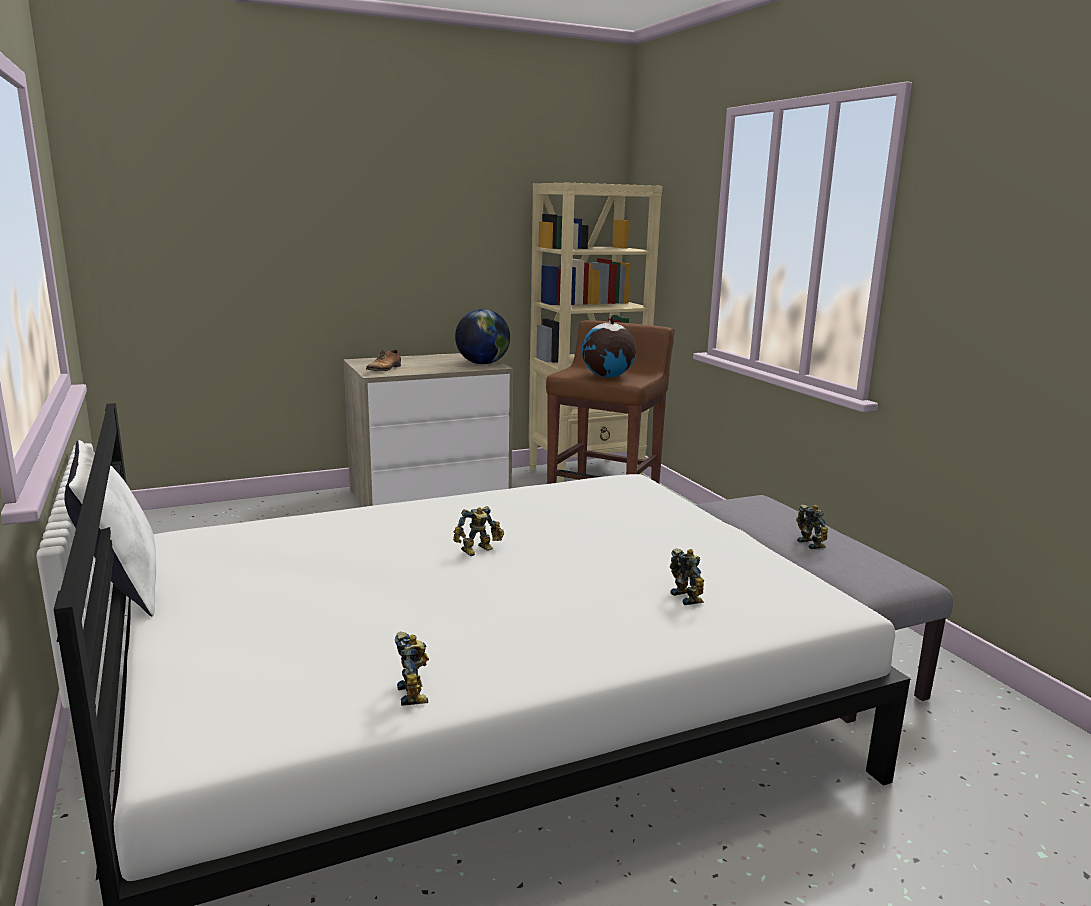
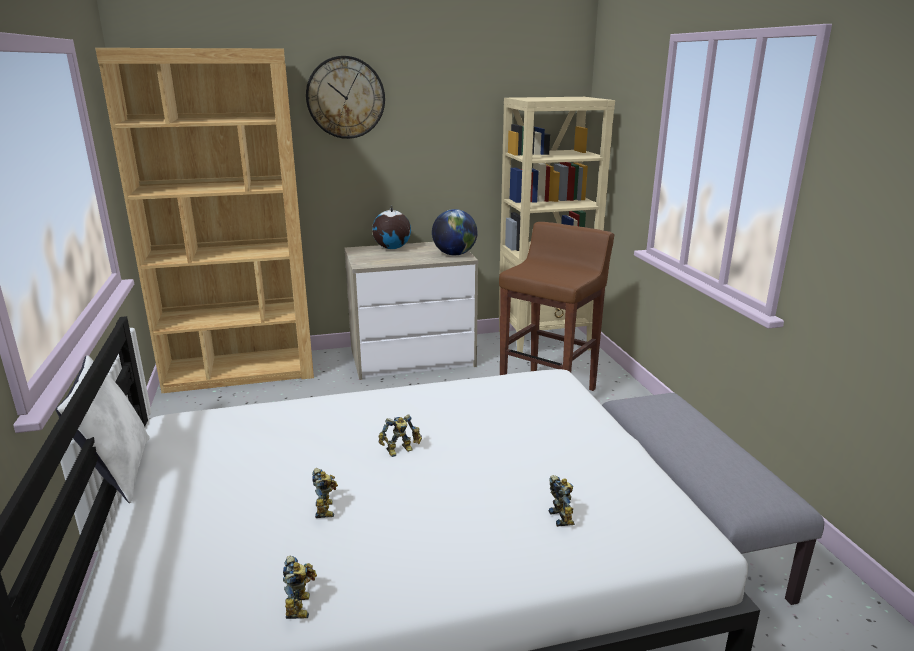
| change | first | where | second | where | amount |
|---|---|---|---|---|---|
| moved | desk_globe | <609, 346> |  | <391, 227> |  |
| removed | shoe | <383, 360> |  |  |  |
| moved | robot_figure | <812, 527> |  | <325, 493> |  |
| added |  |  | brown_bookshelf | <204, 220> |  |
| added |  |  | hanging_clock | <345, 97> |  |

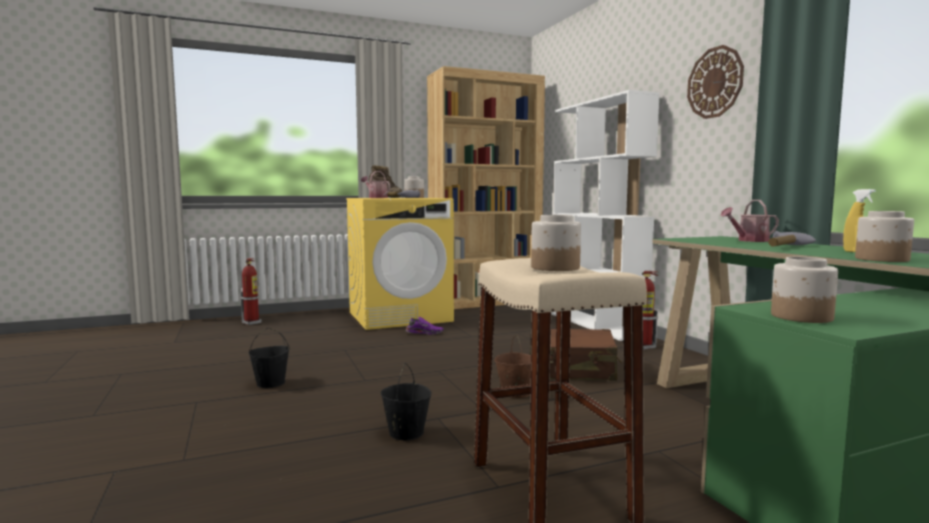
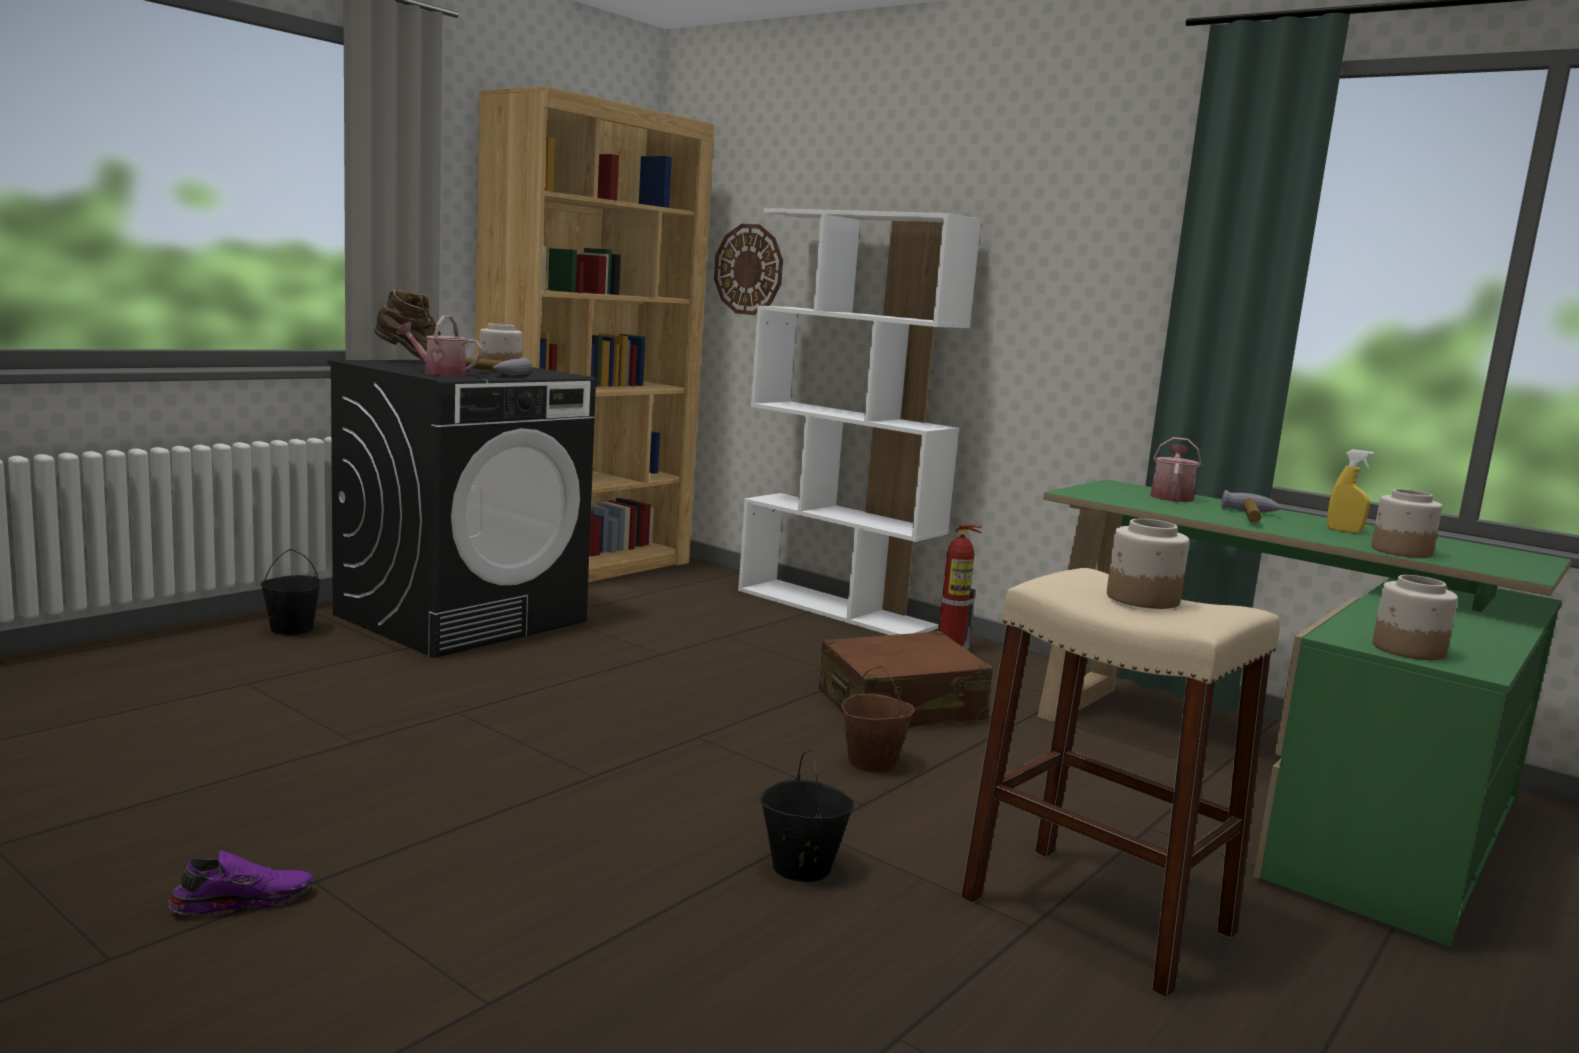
| change | first | where | second | where | amount |
|---|---|---|---|---|---|
| moved | hanging_clock | <715, 82> |  | <748, 269> |  |
| recoloured | yellow_laundry_appliance | <400, 264> | blackish_laundry_appliance | <461, 509> |  |
| turned | sprinkling_can | <749, 221> |  | <1176, 469> | 150 degrees clockwise |
| removed | extinguisher | <251, 291> |  |  |  |
| moved | purplish_shoe | <425, 326> |  | <240, 882> |  |
| moved | blackish_bucket | <269, 358> |  | <290, 592> |  |

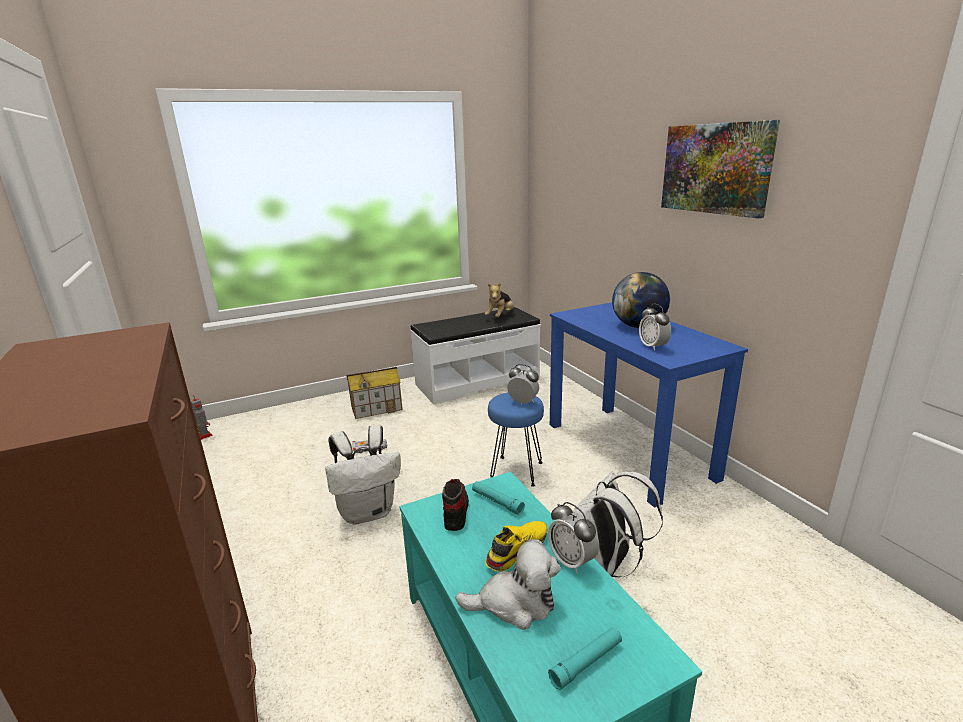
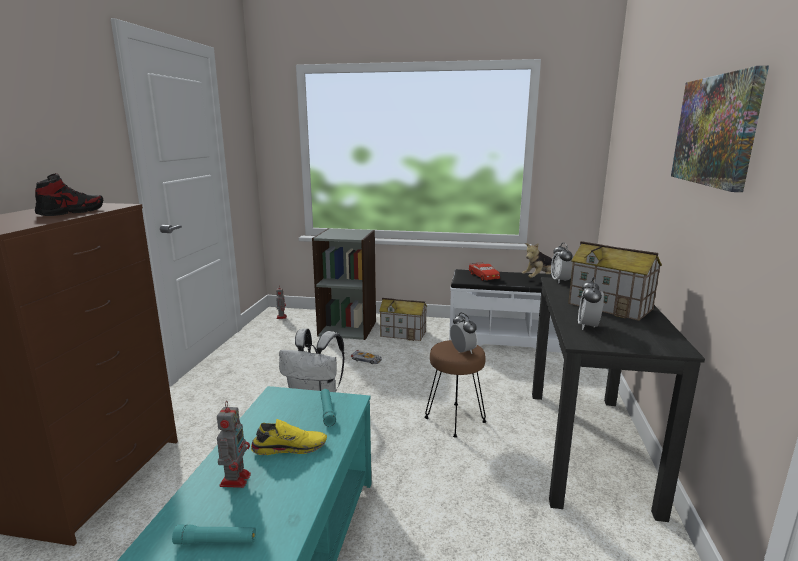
| change | first | where | second | where | amount |
|---|---|---|---|---|---|
| replaced | desk_globe | <641, 300> | miniature_house | <615, 281> |  |
| recoloured | blue-coloured_desk | <649, 405> | blackish_desk | <618, 399> |  |
| recoloured | blue-coloured_sitting_stool | <516, 440> | brown_sitting_stool | <455, 389> |  |
| removed | white-coloured_knapsack | <618, 524> |  |  |  |
| moved | shoe | <455, 505> |  | <69, 194> |  |
| moved | bedside_clock | <573, 538> |  | <562, 263> |  |
| replaced | cuddly_toy | <508, 584> | robot_figure | <234, 444> |  |
| added |  |  | greyish_bookshelf | <344, 284> |  |
| added |  |  | red-coloured_toy_car | <484, 272> |  |

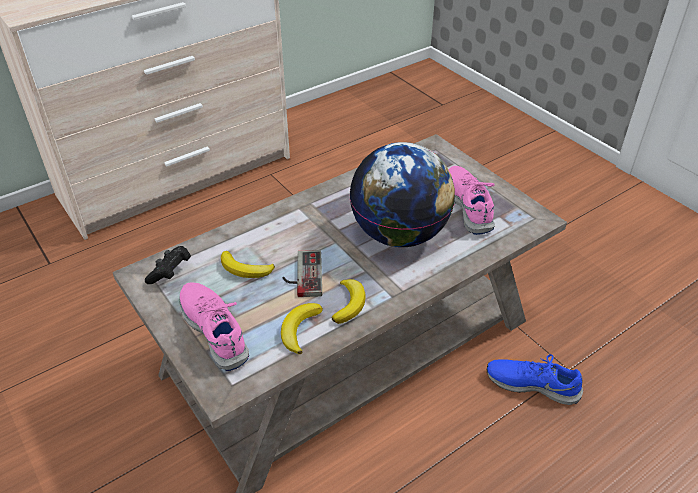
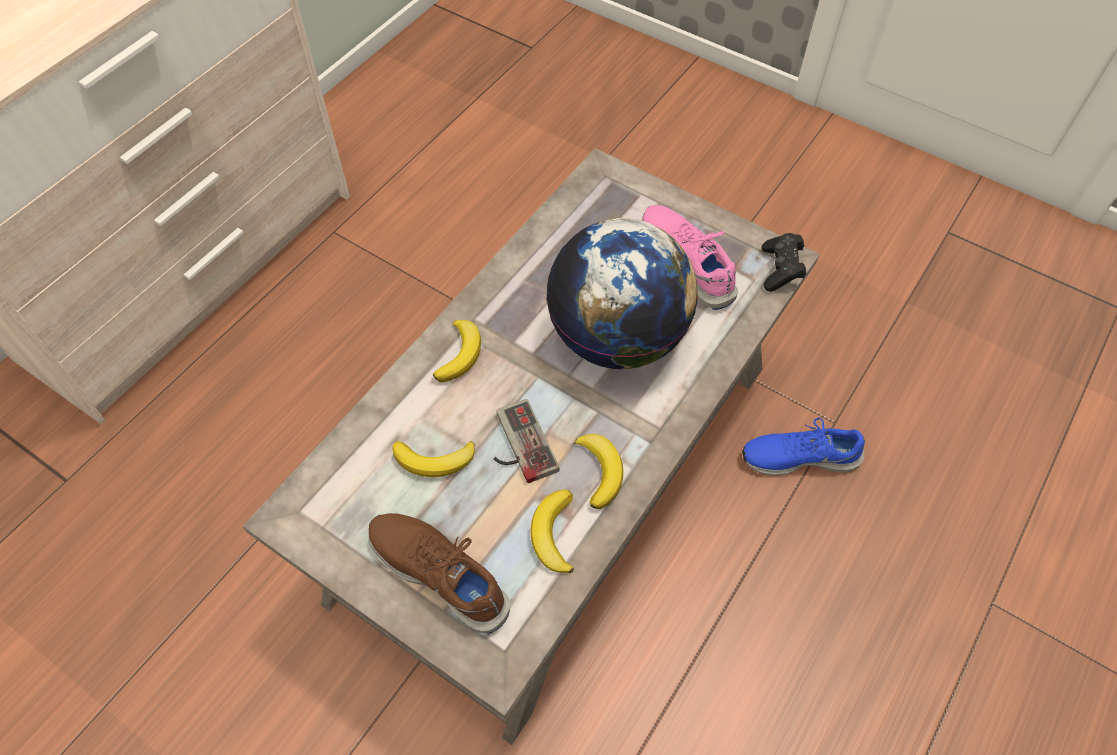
| change | first | where | second | where | amount |
|---|---|---|---|---|---|
| moved | blackish_game_controller | <168, 265> |  | <784, 262> |  |
| recoloured | pink-coloured_shoe | <214, 327> | brown_shoe | <439, 573> |  |
| added |  |  | banana | <457, 351> |  |

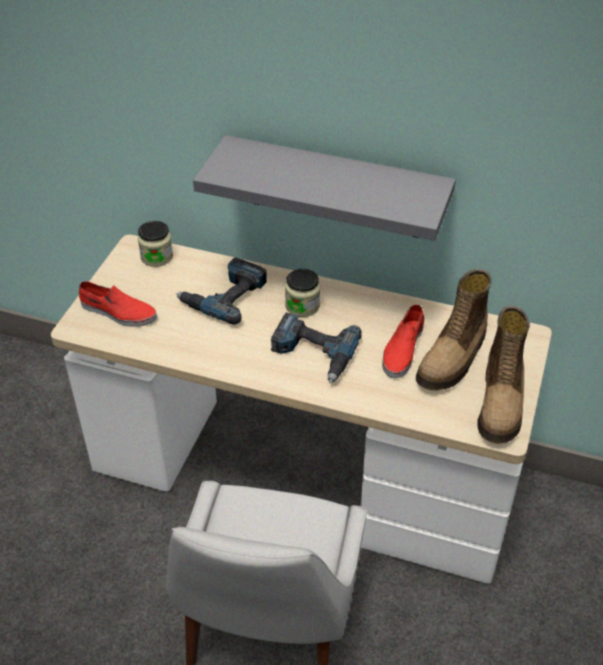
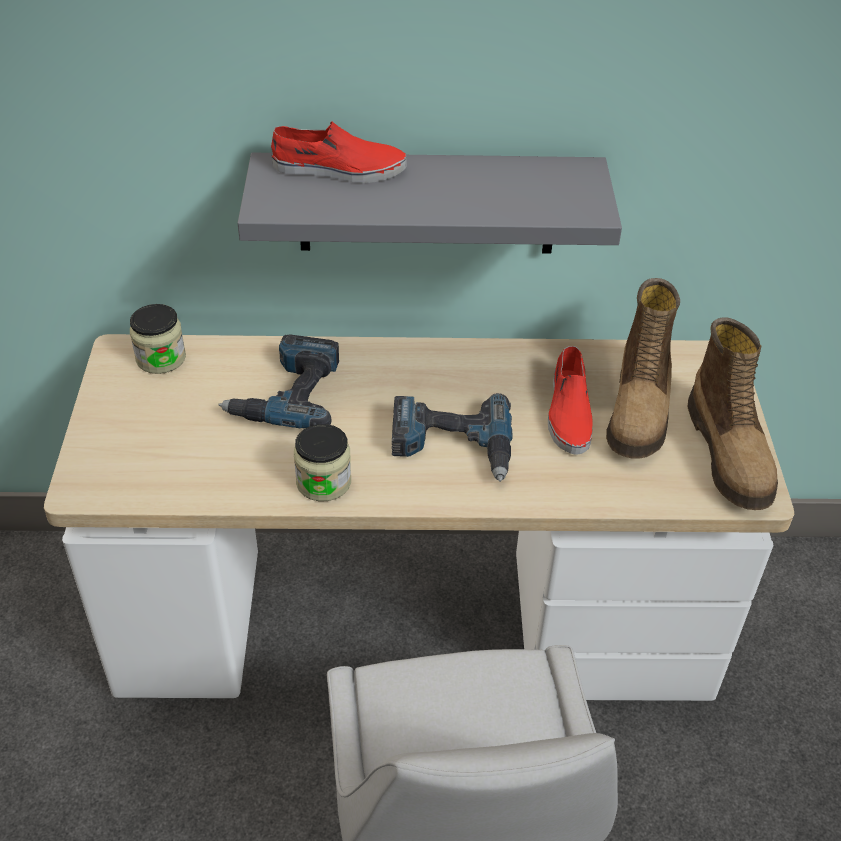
| change | first | where | second | where | amount |
|---|---|---|---|---|---|
| moved | jar | <302, 293> |  | <322, 462> |  |
| moved | red-coloured_shoe | <118, 304> |  | <339, 152> |  |

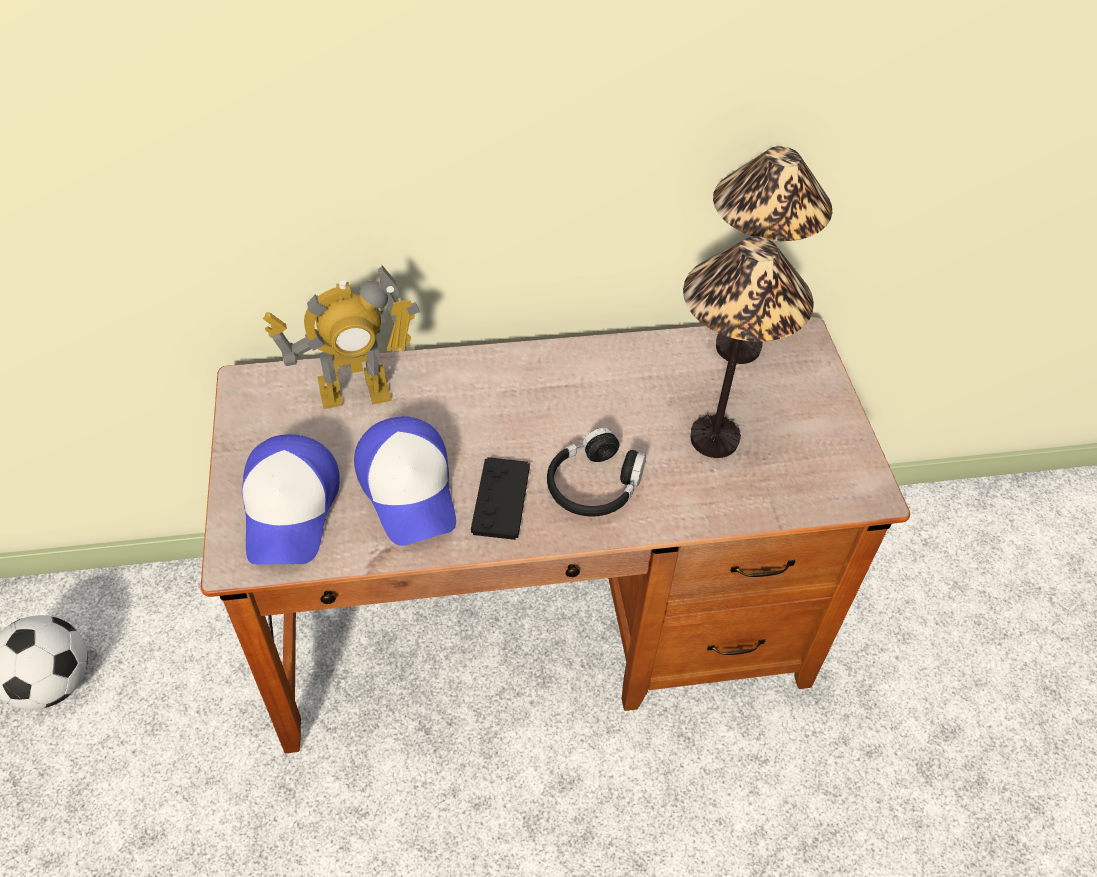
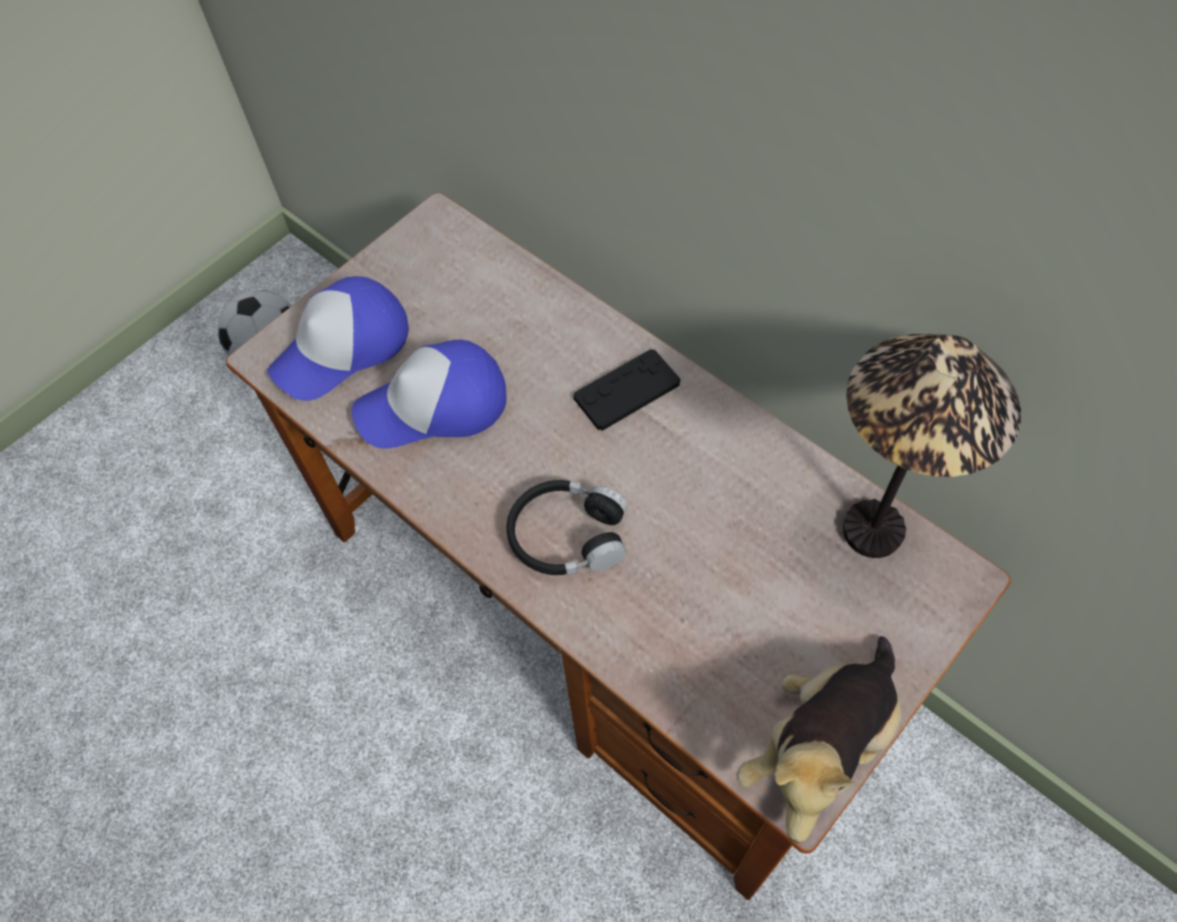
| change | first | where | second | where | amount |
|---|---|---|---|---|---|
| removed | tabletop_lamp | <748, 347> |  |  |  |
| removed | robot_figure | <341, 336> |  |  |  |
| turned | peaked_cap | <405, 481> |  | <429, 394> | 45 degrees clockwise |
| moved | blackish_game_controller | <500, 498> |  | <626, 390> |  |
| added |  |  | cuddly_toy | <819, 739> |  |

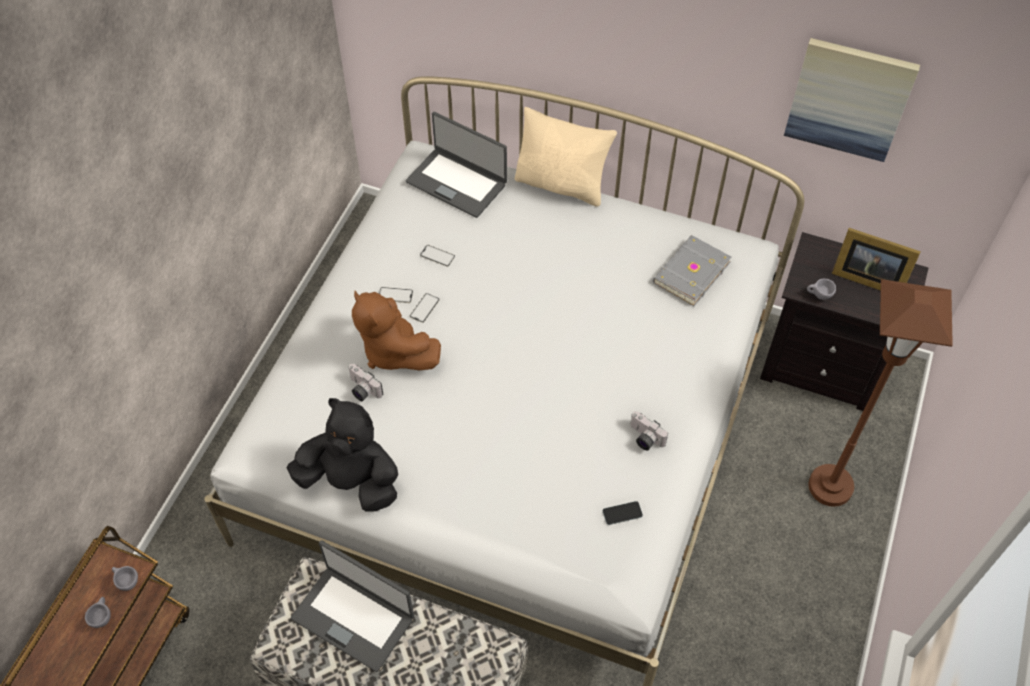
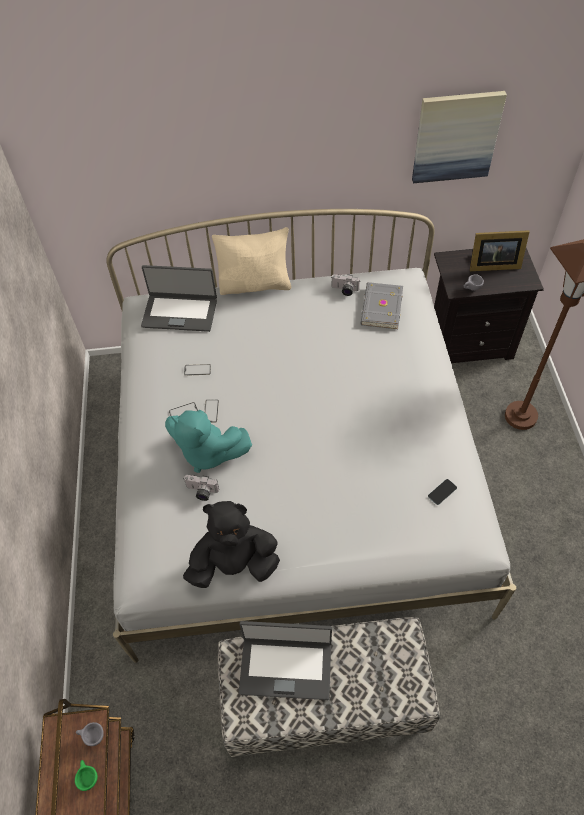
| change | first | where | second | where | amount |
|---|---|---|---|---|---|
| recoloured | brown_cuddly_toy | <396, 330> | turquoise-coloured_cuddly_toy | <208, 441> |  |
| moved | still_camera | <649, 431> |  | <346, 285> |  |
| recoloured | greyish_small_cup | <98, 612> | greenish_small_cup | <86, 775> |  |

